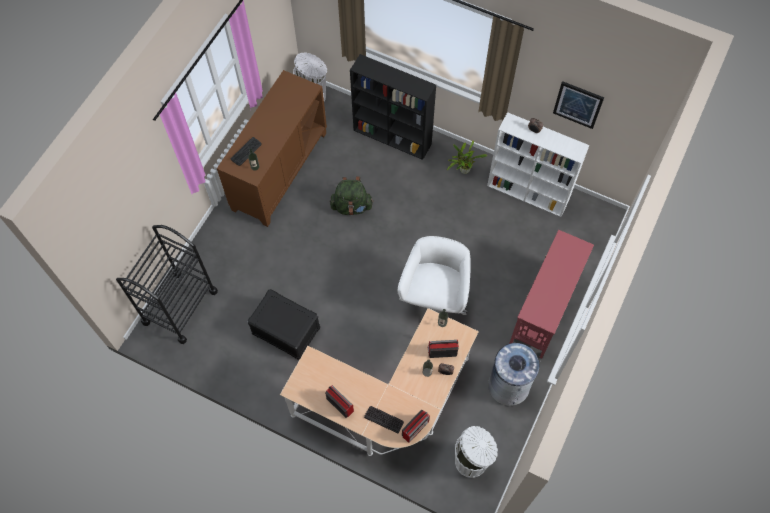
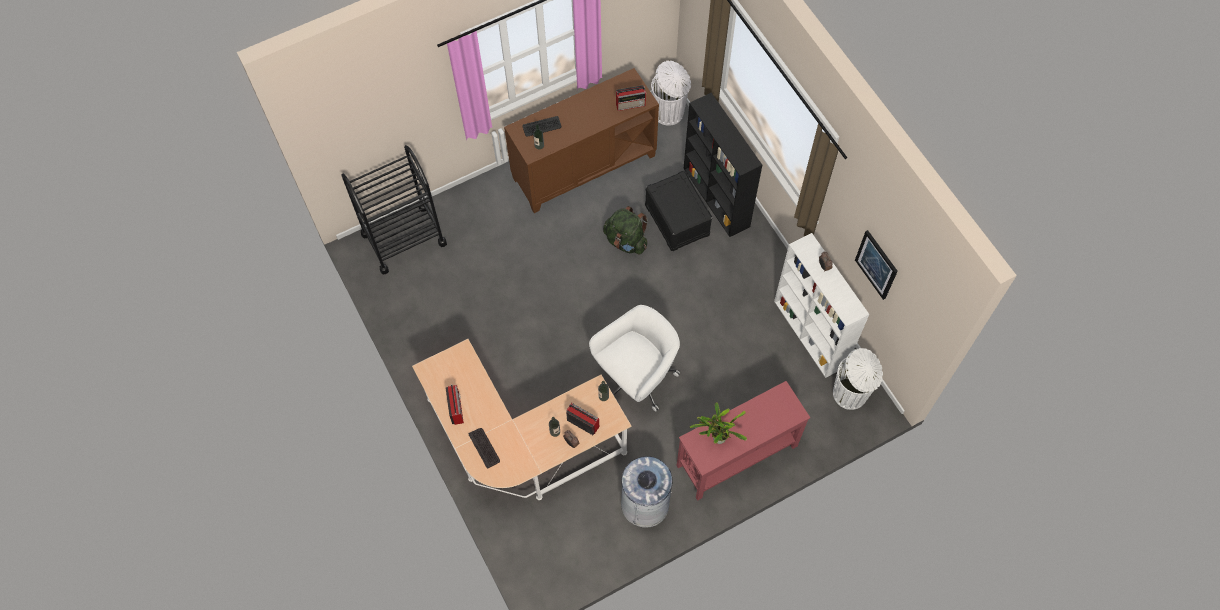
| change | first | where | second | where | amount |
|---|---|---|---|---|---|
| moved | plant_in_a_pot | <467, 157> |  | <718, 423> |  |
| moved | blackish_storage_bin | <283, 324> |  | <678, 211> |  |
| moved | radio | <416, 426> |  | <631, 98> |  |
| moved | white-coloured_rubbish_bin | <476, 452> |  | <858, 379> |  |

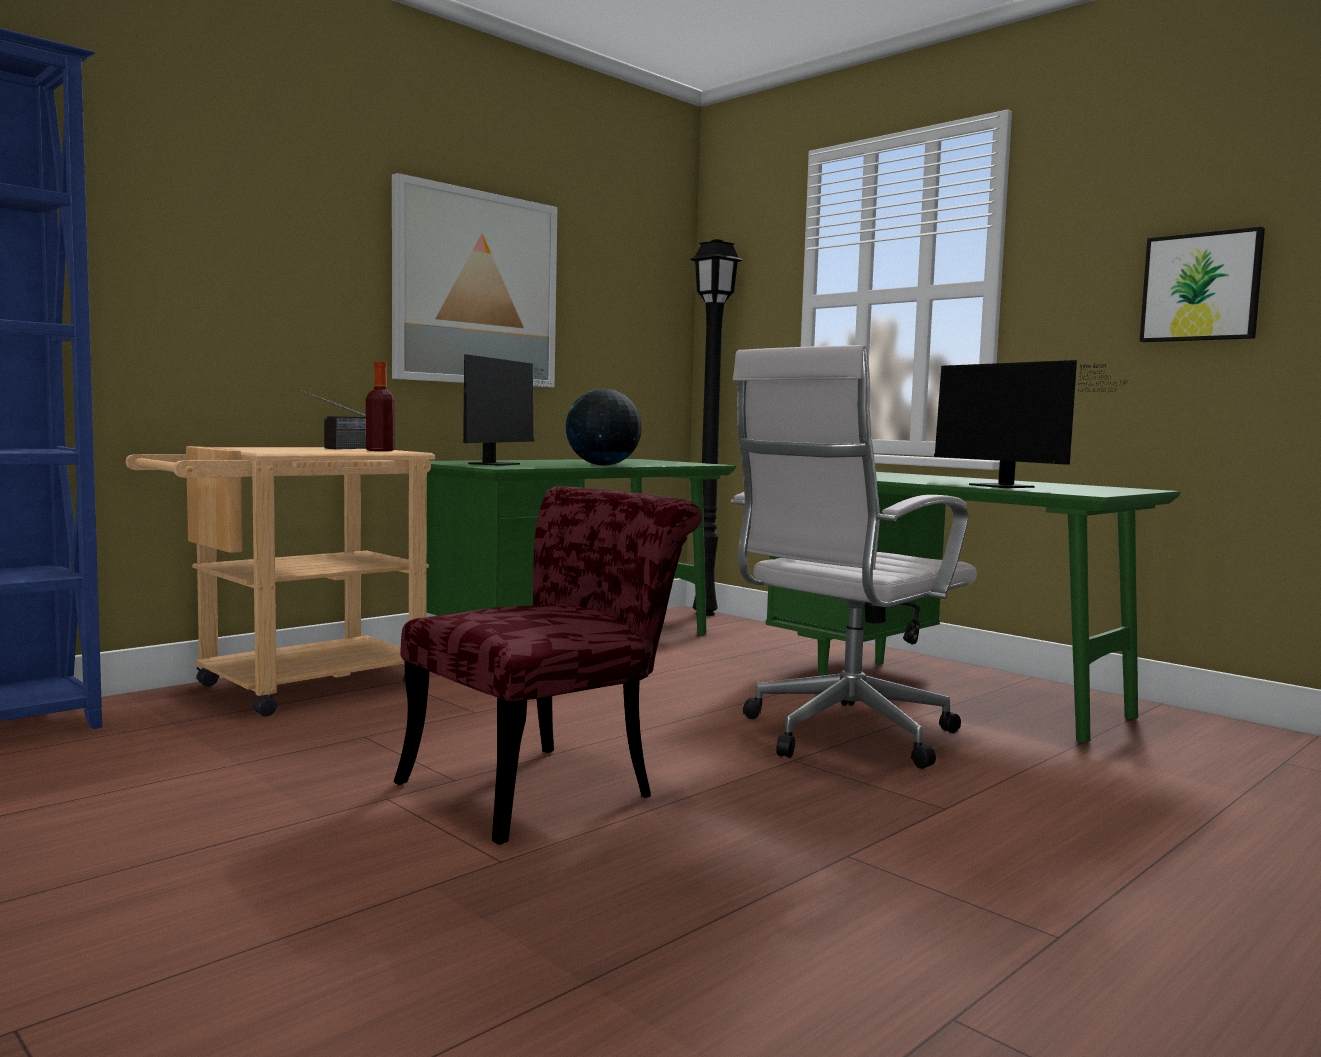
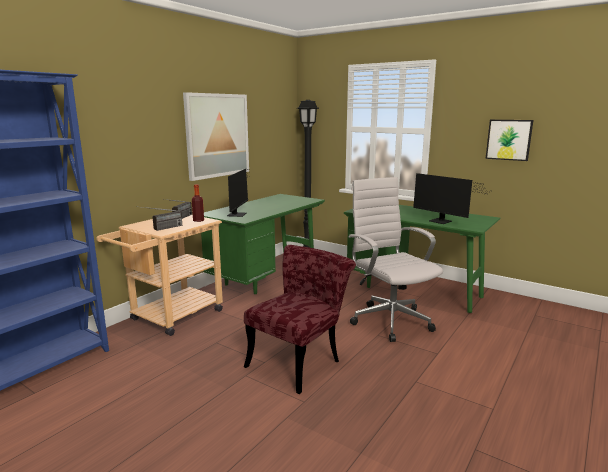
| change | first | where | second | where | amount |
|---|---|---|---|---|---|
| turned | white-coloured_desk_chair | <854, 557> |  | <395, 259> | 120 degrees clockwise |
| removed | desk_globe | <604, 427> |  |  |  |
| added |  |  | radio | <159, 218> |  |

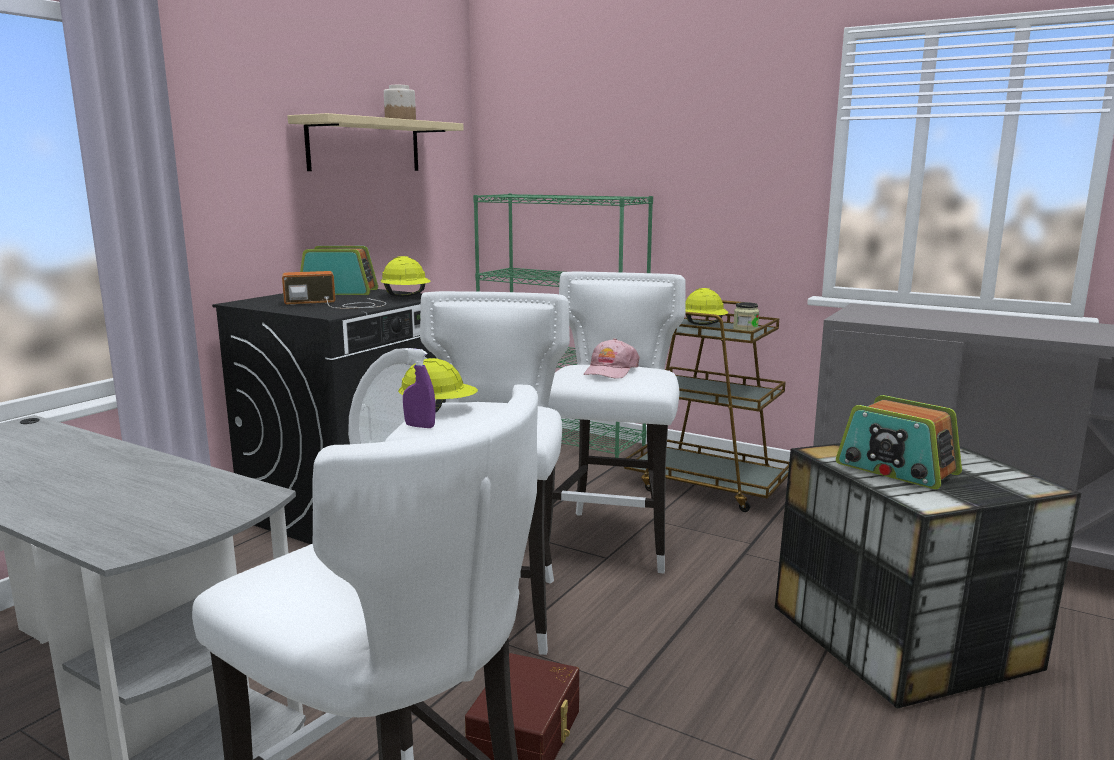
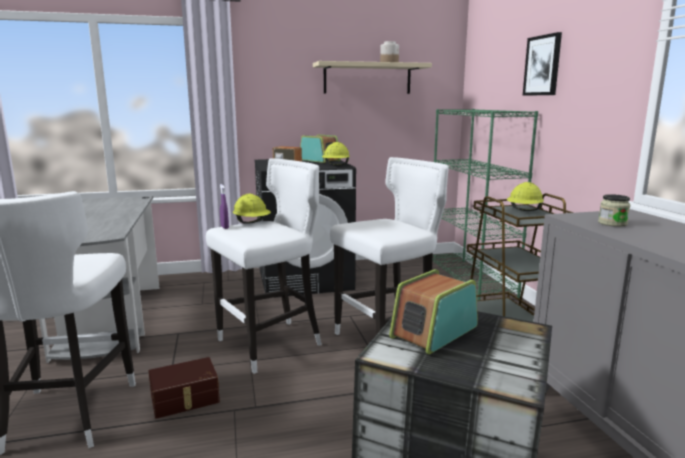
| change | first | where | second | where | amount |
|---|---|---|---|---|---|
| moved | jar | <746, 316> |  | <614, 210> |  |
| removed | pink-coloured_peaked_cap | <611, 358> |  |  |  |
| turned | radio | <899, 442> |  | <433, 311> | 45 degrees clockwise |
| added |  |  | wall_picture | <542, 64> |  |

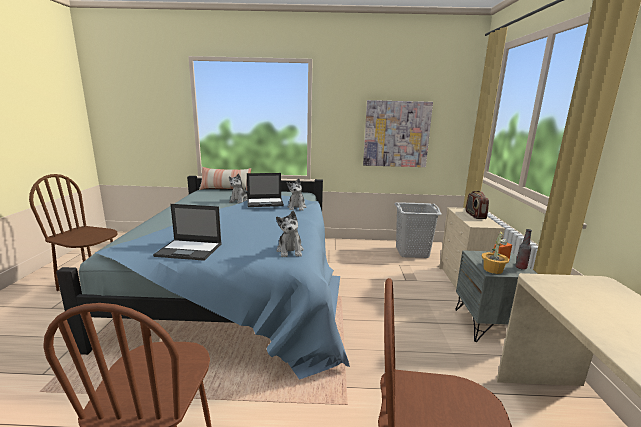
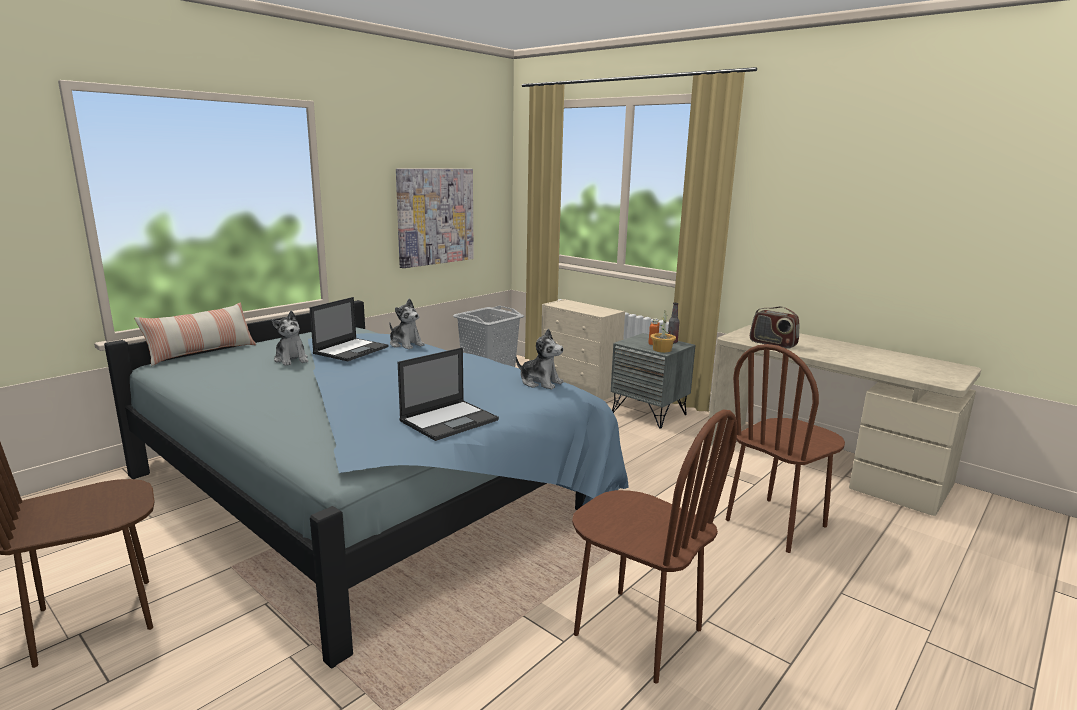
| change | first | where | second | where | amount |
|---|---|---|---|---|---|
| moved | radio | <477, 205> |  | <774, 327> |  |

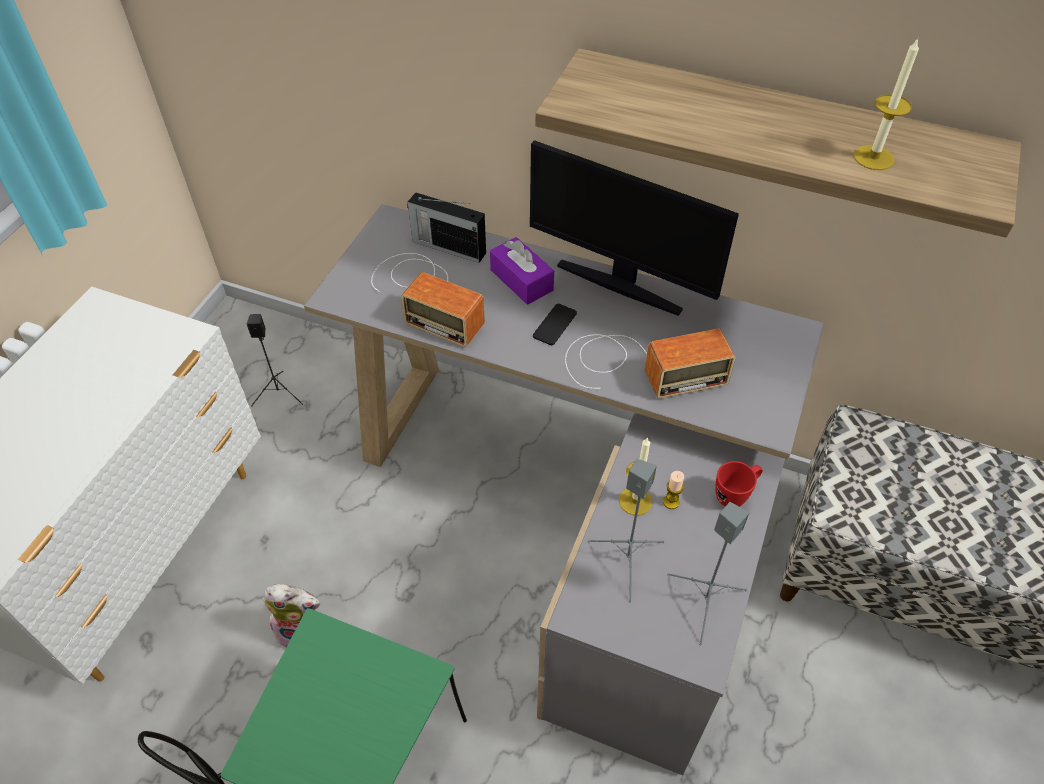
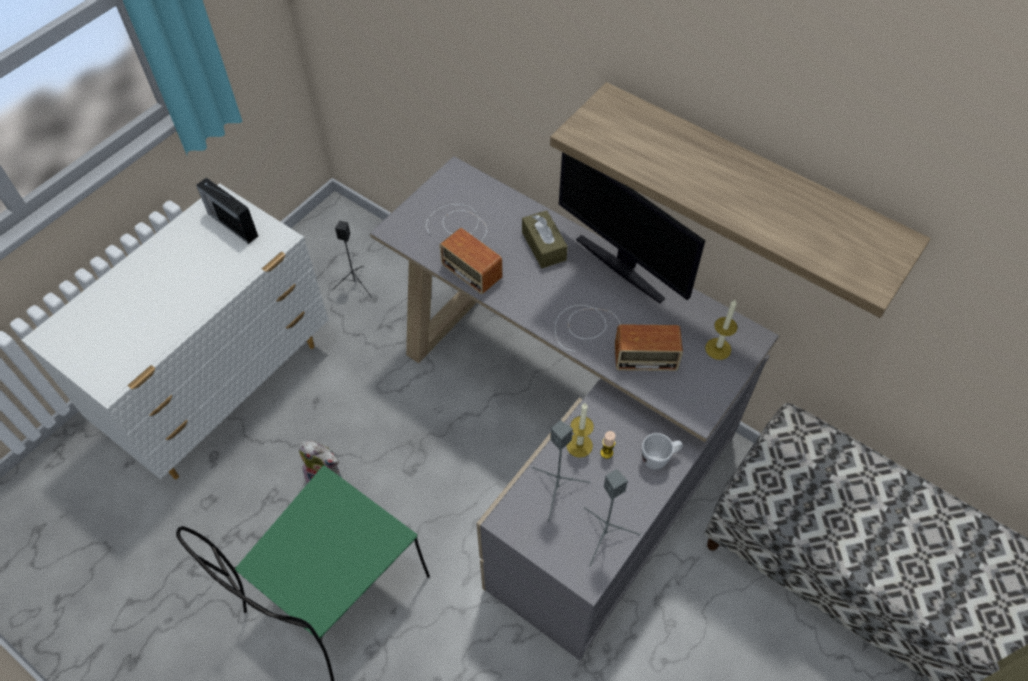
| change | first | where | second | where | amount |
|---|---|---|---|---|---|
| moved | candle | <886, 104> |  | <721, 330> |  |
| moved | radio | <446, 227> |  | <227, 211> |  |
| recoloured | purplish_tissue_holder | <522, 271> | brown_tissue_holder | <545, 239> |  |
| removed | telephone | <555, 324> |  |  |  |
| recoloured | red-coloured_tea_mug | <739, 484> | white-coloured_tea_mug | <662, 451> |  |

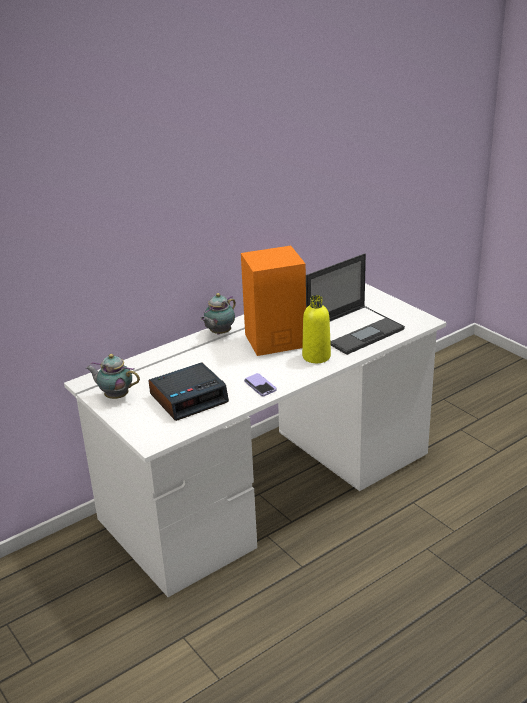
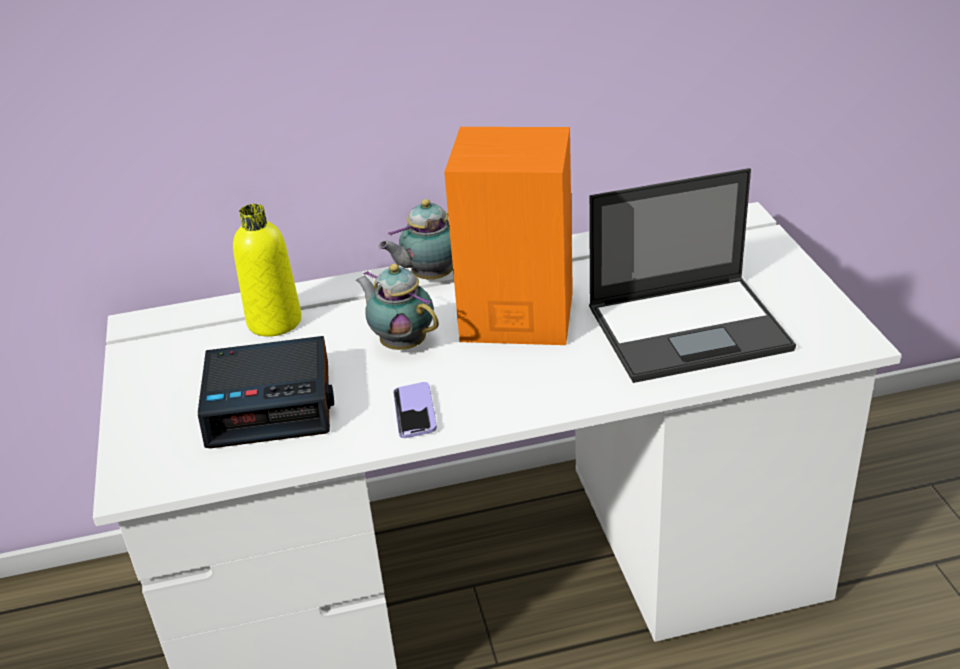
| change | first | where | second | where | amount |
|---|---|---|---|---|---|
| moved | yellow_drink_bottle | <316, 329> |  | <267, 270> |  |
| moved | teapot | <113, 376> |  | <397, 307> |  |

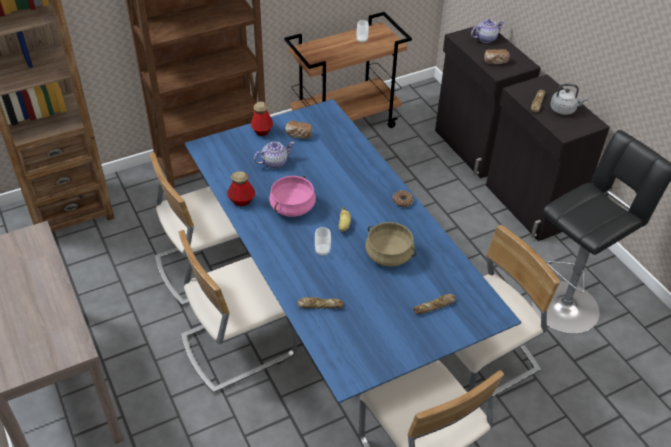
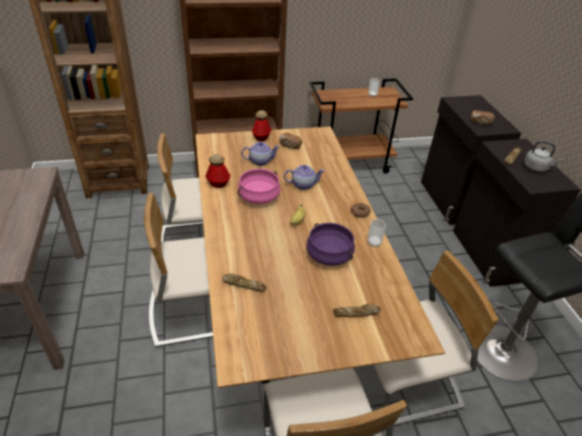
| change | first | where | second | where | amount |
|---|---|---|---|---|---|
| moved | teapot | <488, 31> |  | <304, 177> |  |
| recoloured | blue-coloured_dining_table | <353, 251> | brown_dining_table | <320, 257> |  |
| recoloured | beige_stockpot | <391, 244> | purplish_stockpot | <330, 244> |  |
| moved | small_cup | <323, 241> |  | <376, 233> |  |

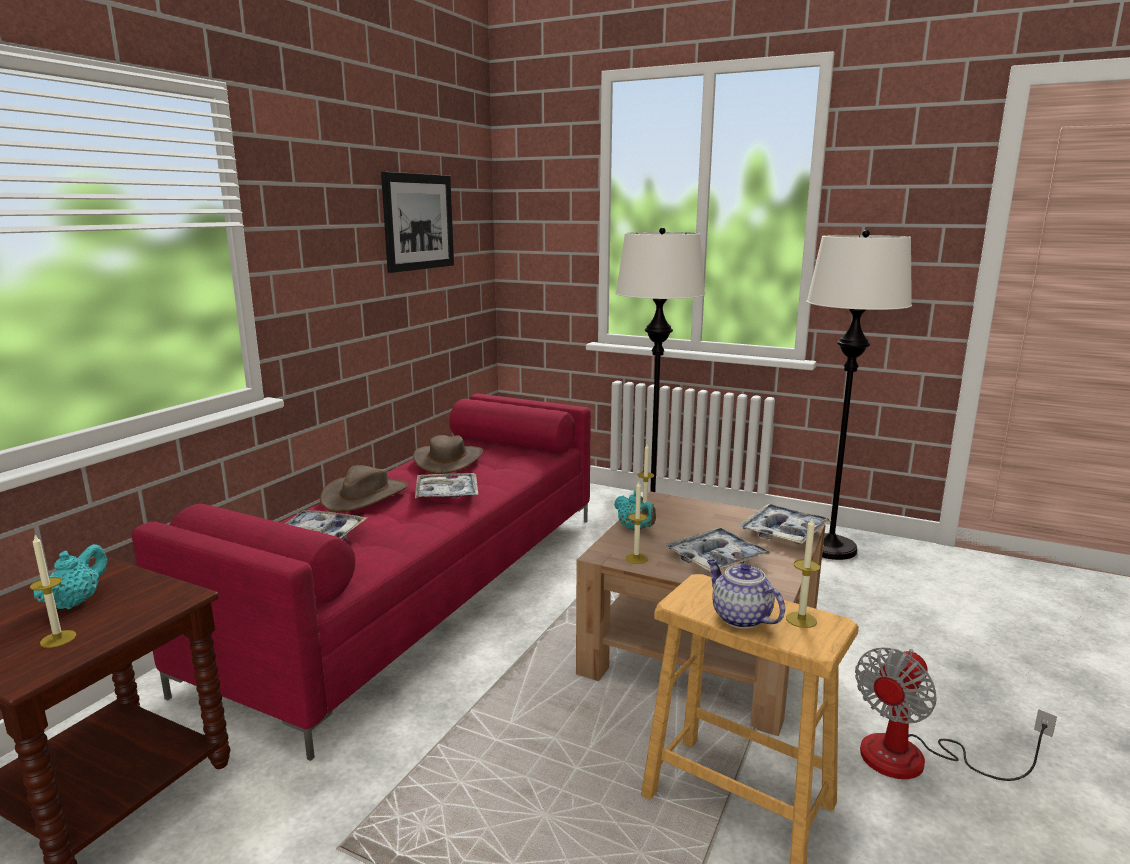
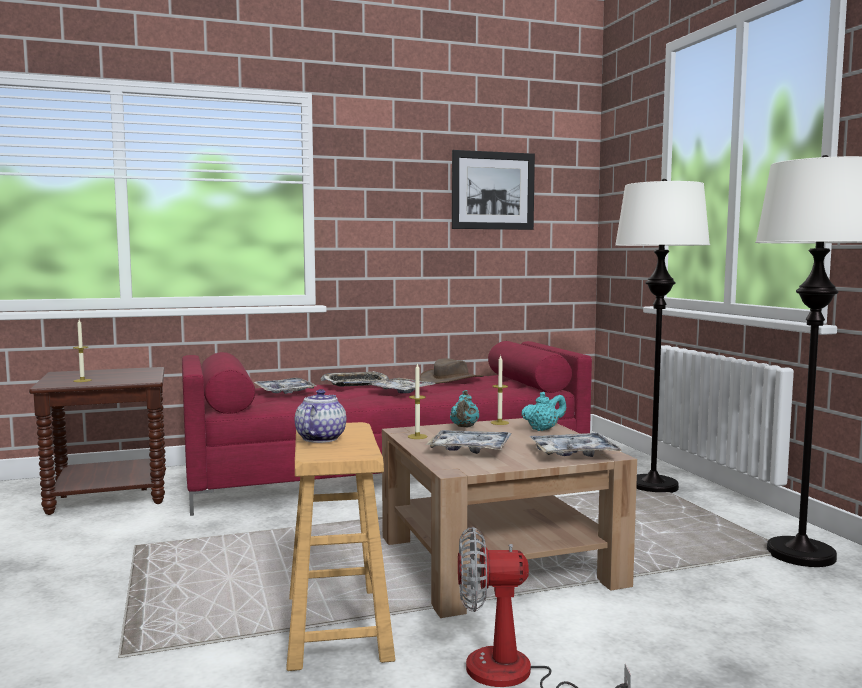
| change | first | where | second | where | amount |
|---|---|---|---|---|---|
| replaced | brown_wearable_hat | <364, 488> | tray | <354, 378> |  |
| removed | candle | <803, 573> |  |  |  |
| moved | turquoise-coloured_teapot | <71, 576> |  | <543, 411> |  |

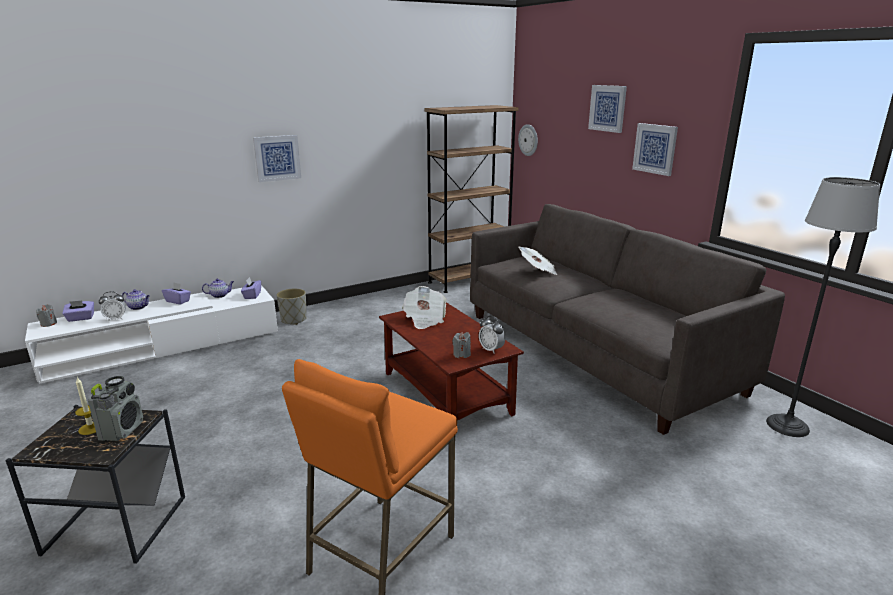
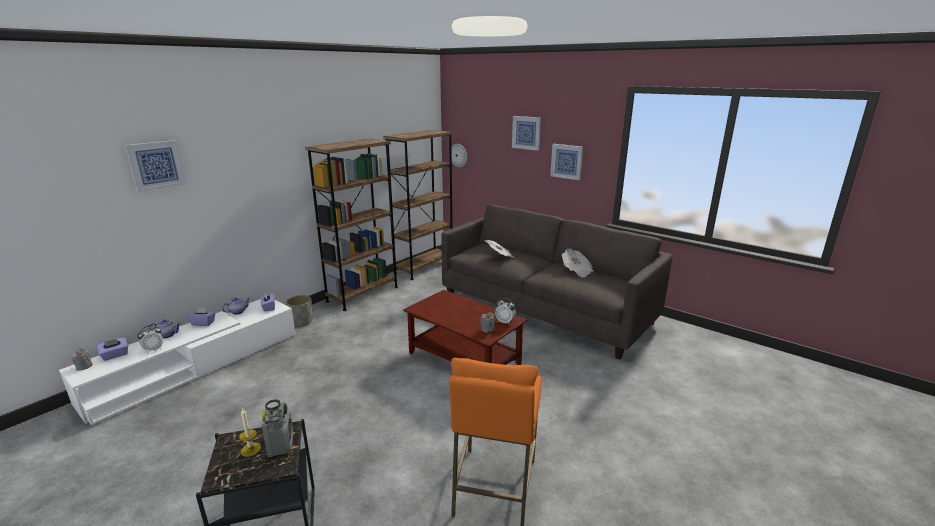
| change | first | where | second | where | amount |
|---|---|---|---|---|---|
| moved | wall_picture | <277, 158> |  | <155, 166> |  |
| removed | standing_lamp | <823, 307> |  |  |  |
| moved | printed_paper | <424, 307> |  | <578, 263> |  |
| added |  |  | brown_bookshelf | <351, 224> |  |

